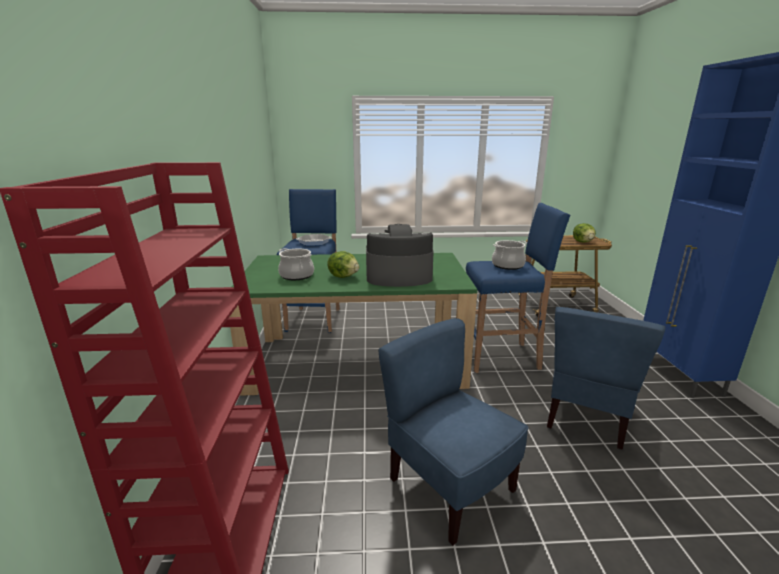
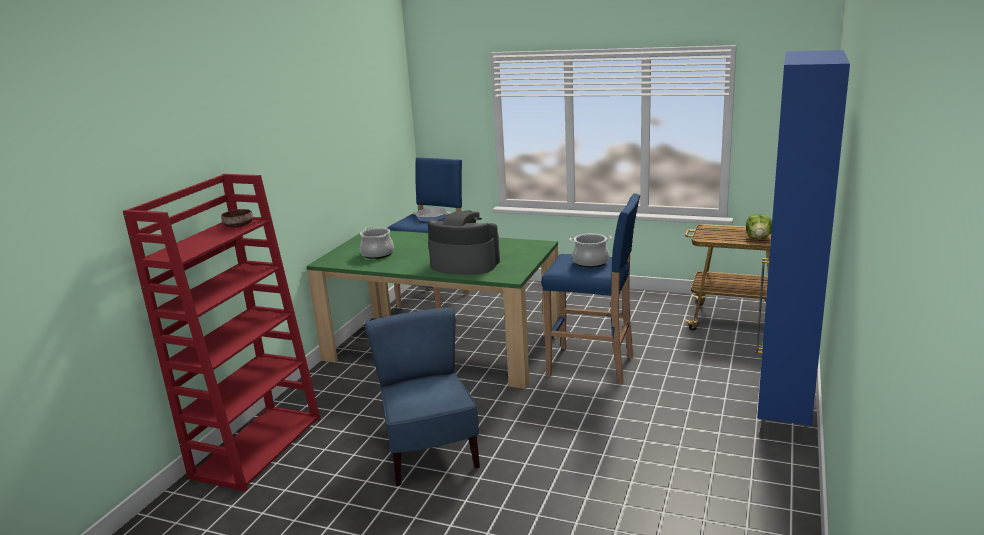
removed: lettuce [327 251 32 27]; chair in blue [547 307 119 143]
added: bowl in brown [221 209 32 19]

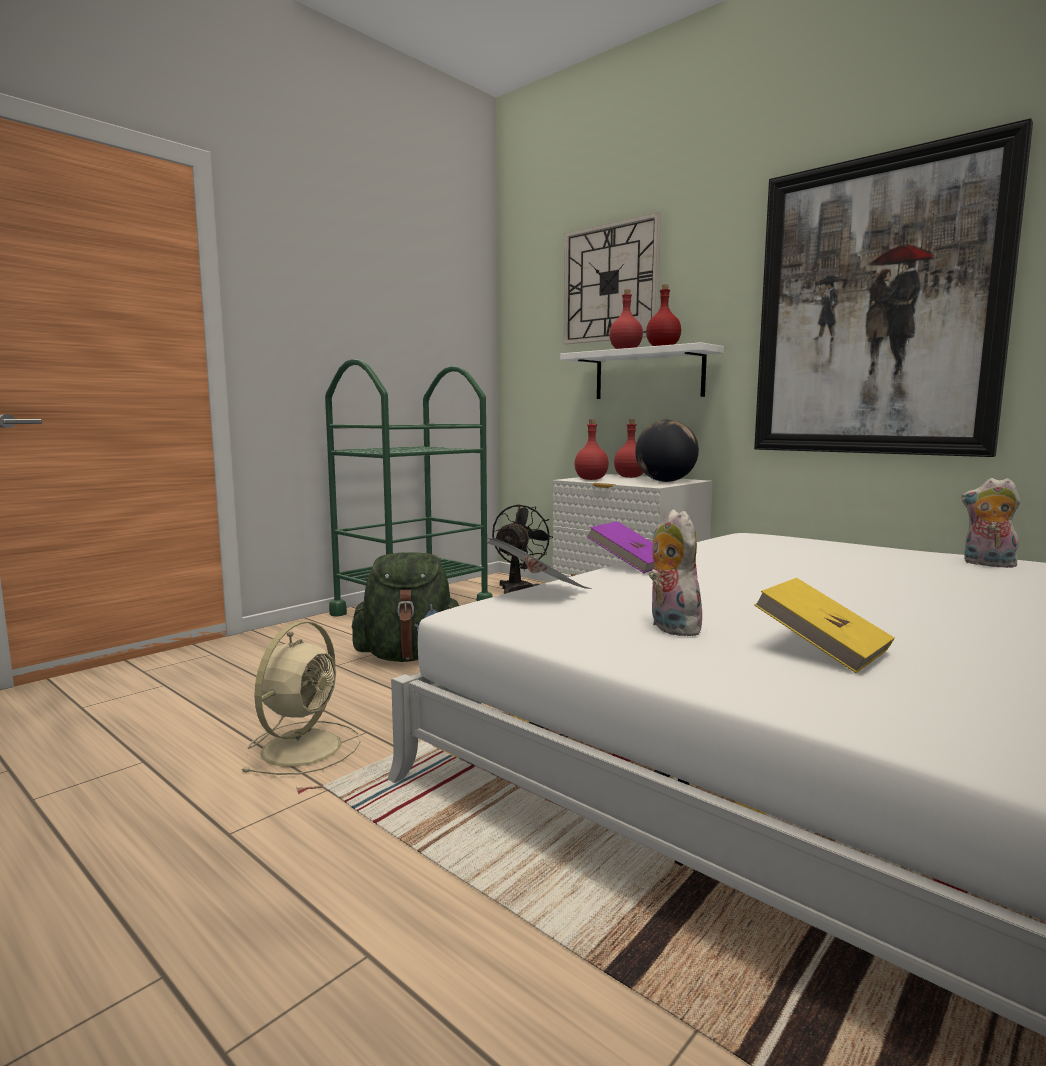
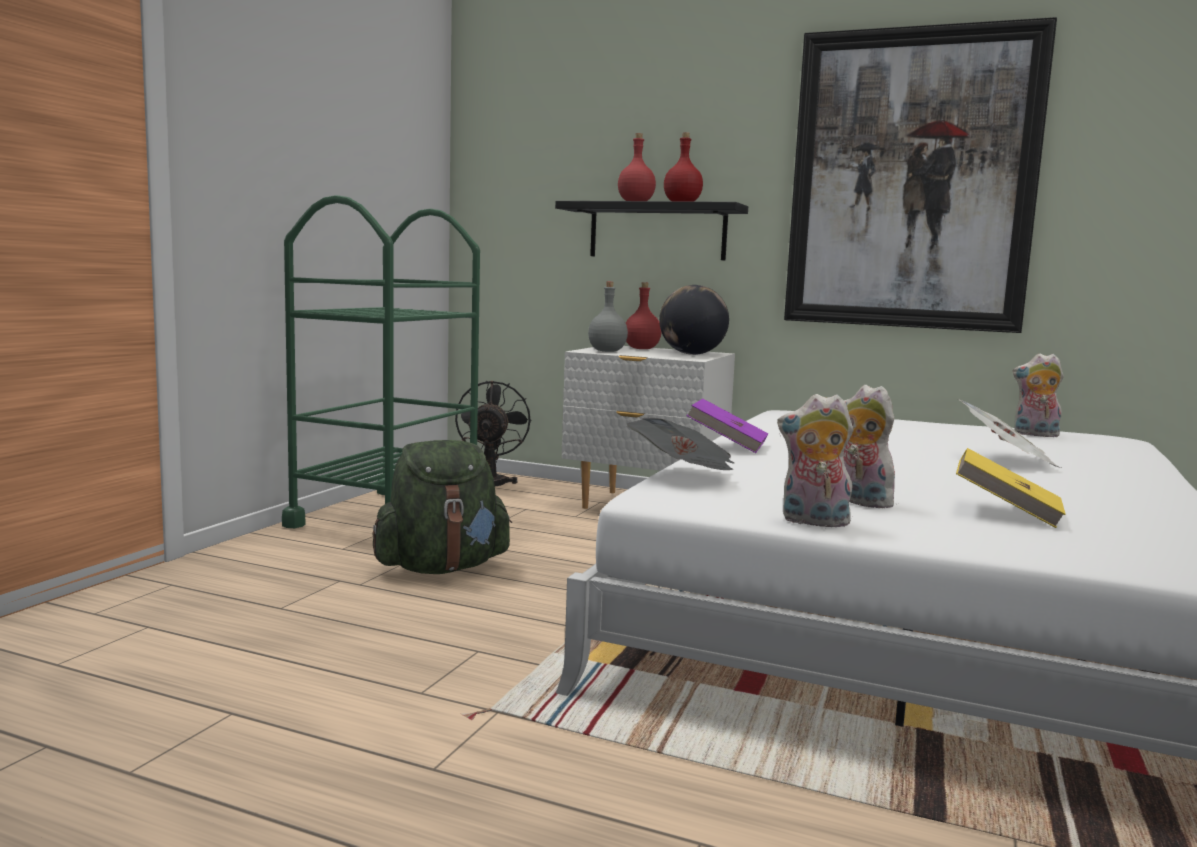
removed: fan in beige [241 621 120 154]; wall clock [563 212 98 132]
added: plush toy [777 394 77 135]; newspaper [958 399 103 69]
recoloured: shelf in white [560 342 164 57] to shelf in black [555 201 193 59]; bottle in red [574 419 35 61] to bottle in grey [588 282 40 70]

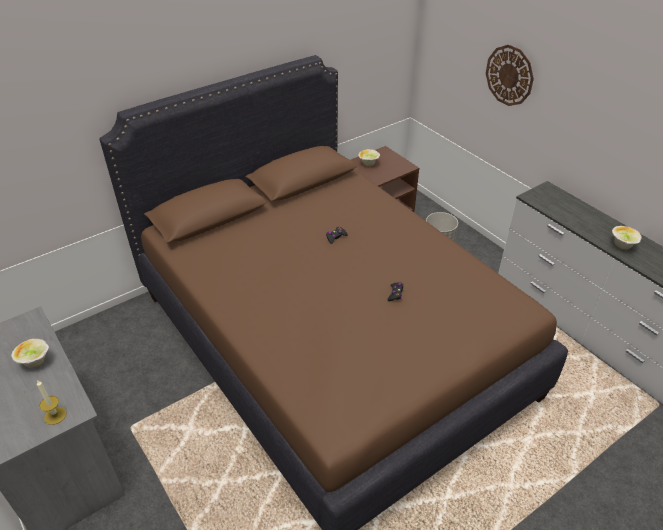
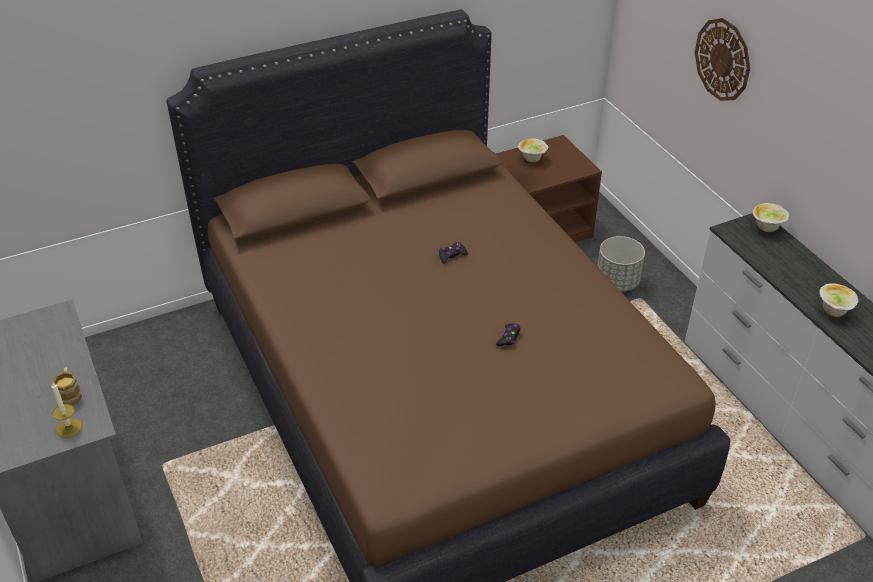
added: mug [52 367 30 38]
moved: bowl [11 339 38 29] to [752 203 37 29]

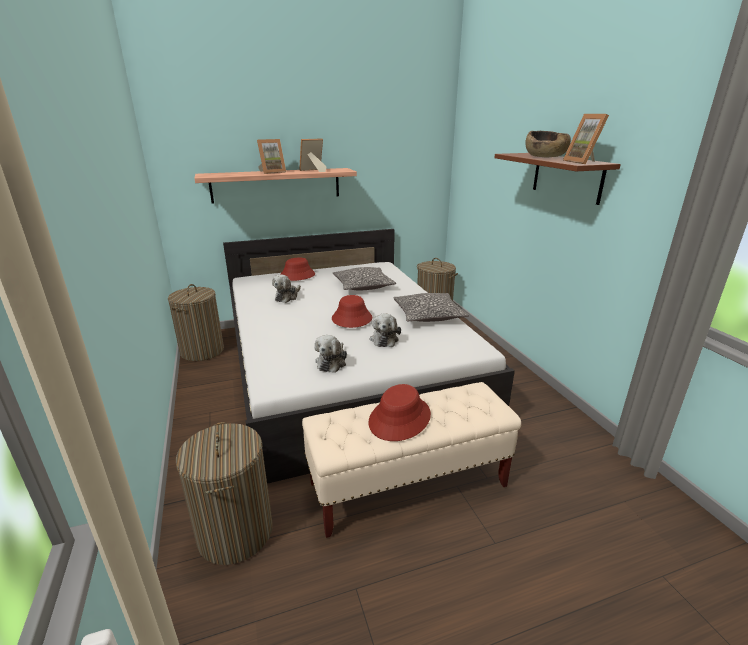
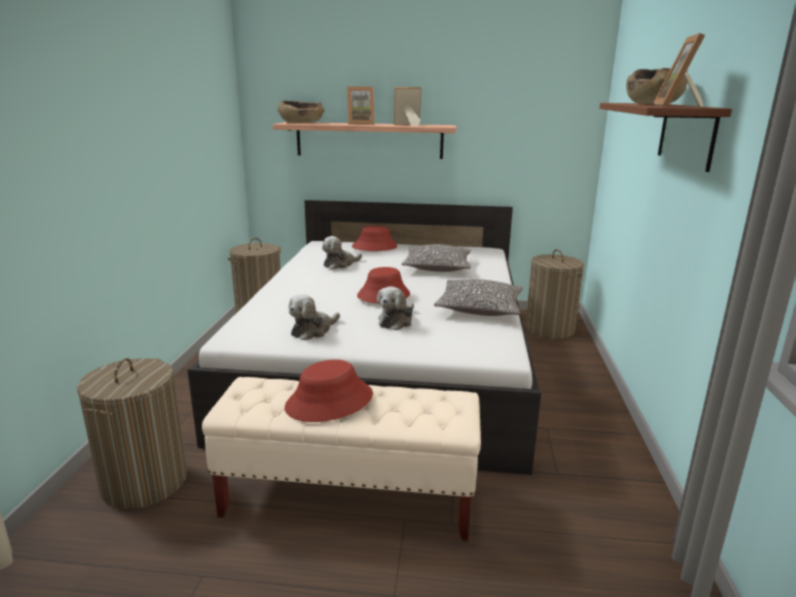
added: bowl in brown [277 101 47 22]

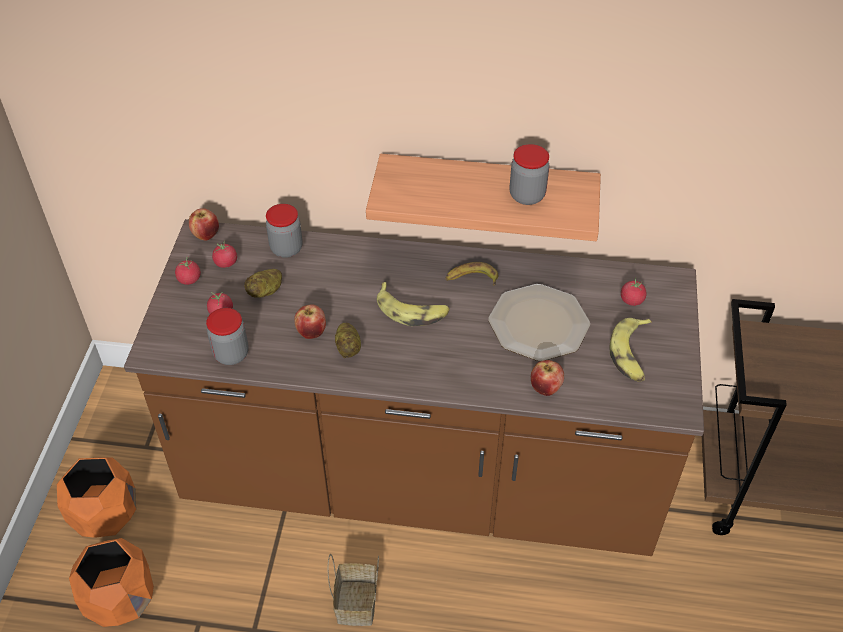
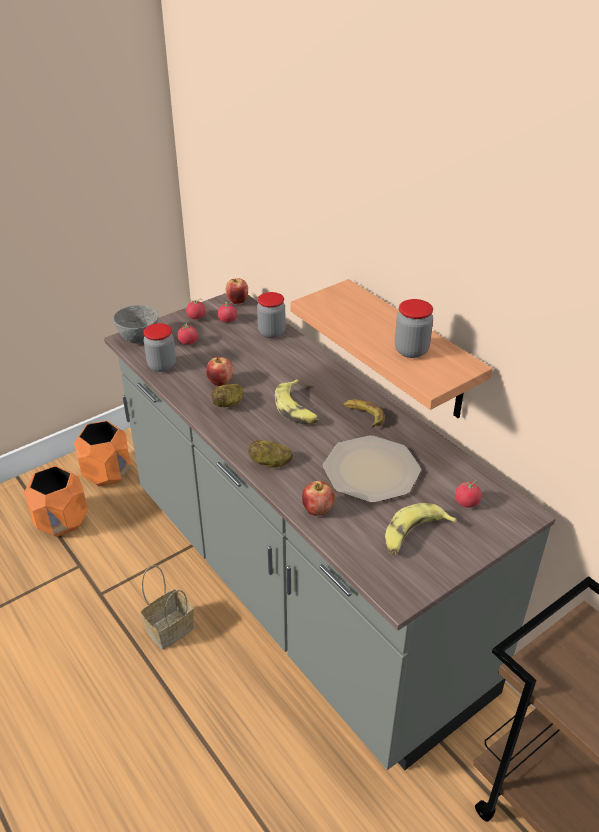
added: bowl in grey [113 305 45 39]
moved: potato [244 269 38 29] to [248 440 45 28]
recoloured: counter in brown [124 219 580 337] to counter in grey [104 293 452 477]

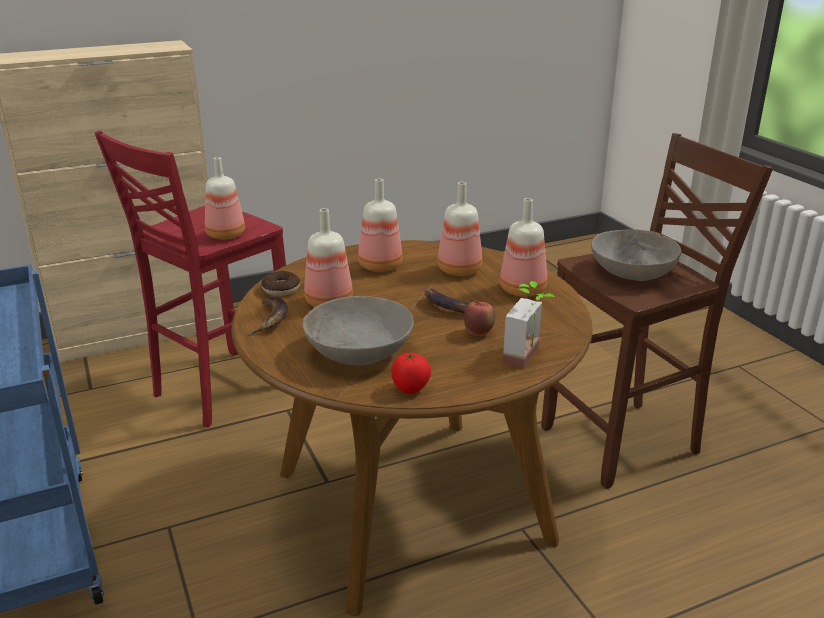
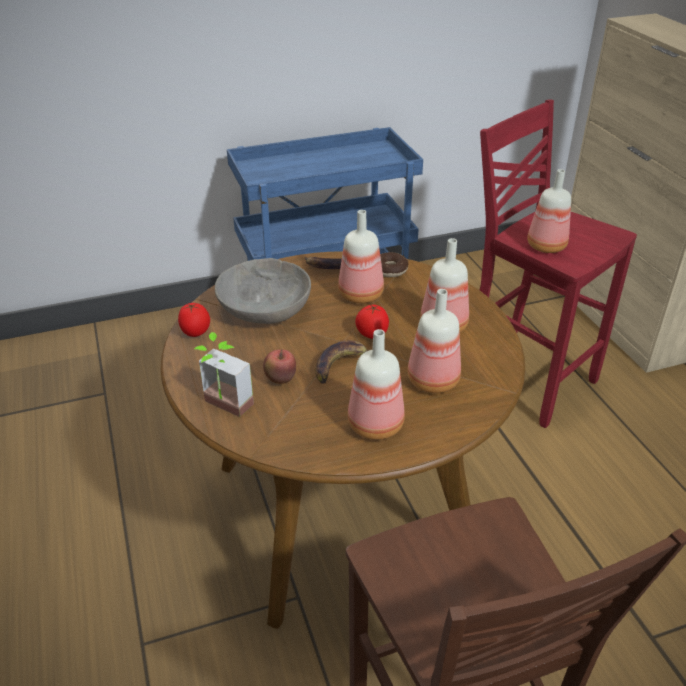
removed: bowl in grey [591 229 90 52]
added: tomato [355 305 34 34]

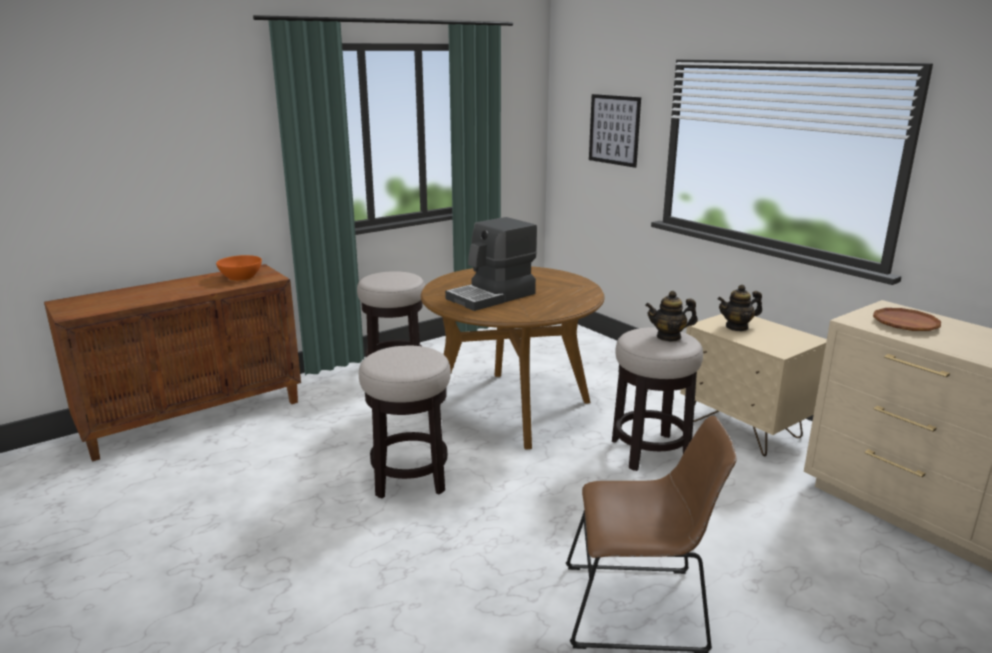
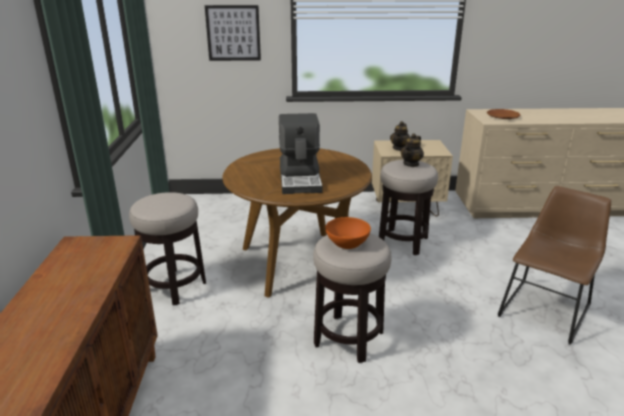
moved: bowl in orange [216 255 46 26] to [325 217 46 32]

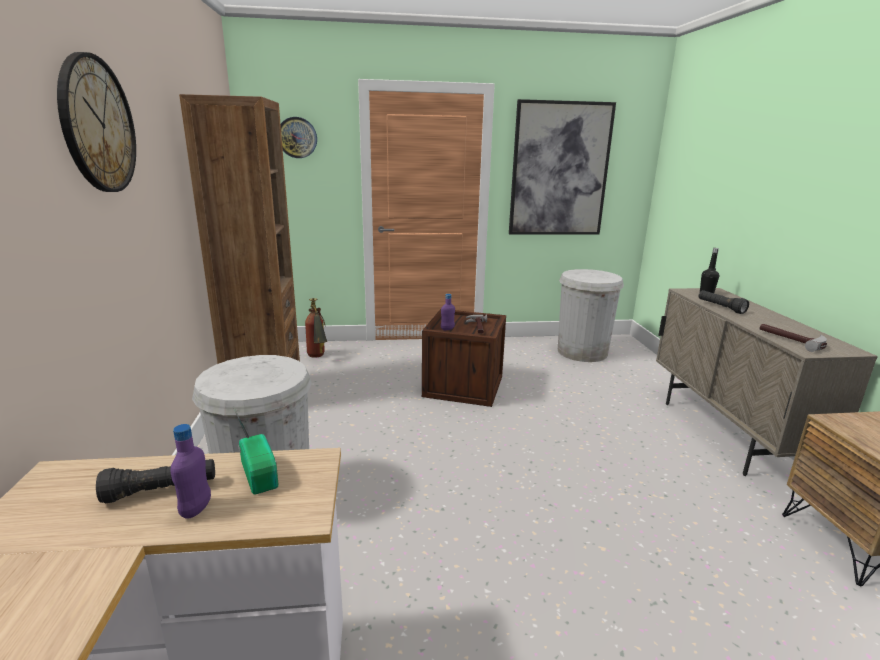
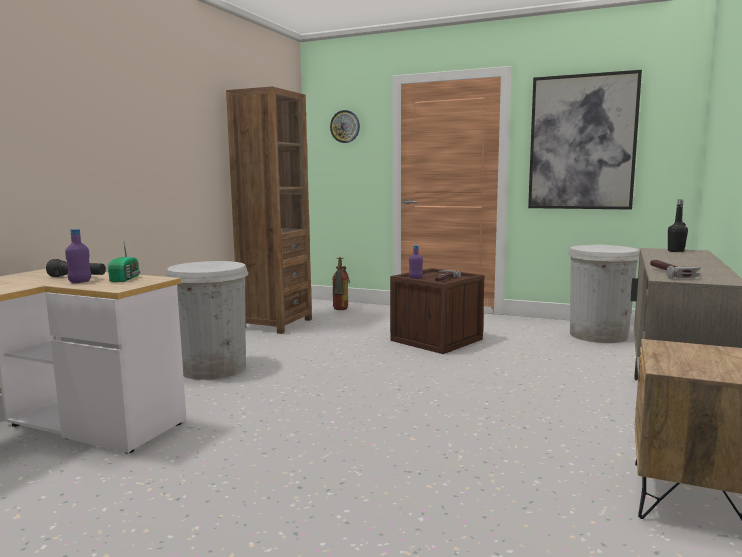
removed: wall clock [57 52 79 140]; flashlight in black [699 290 50 24]

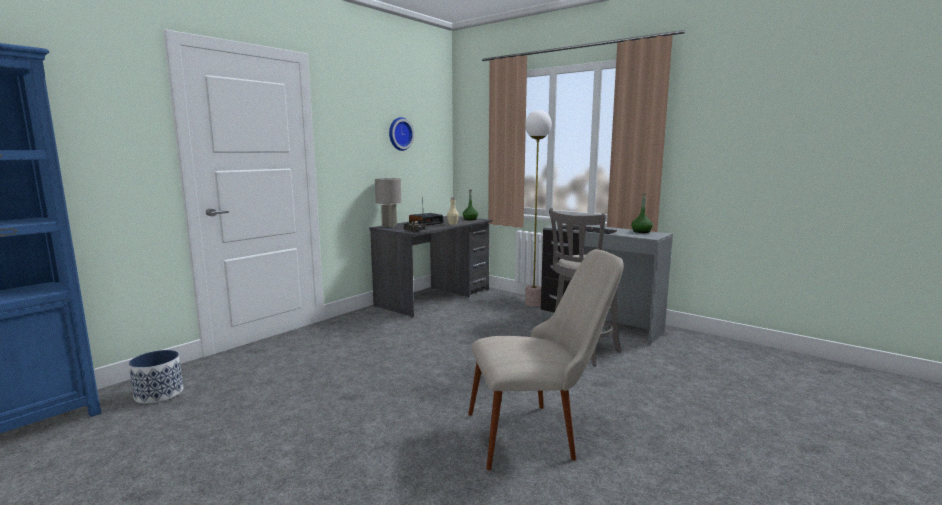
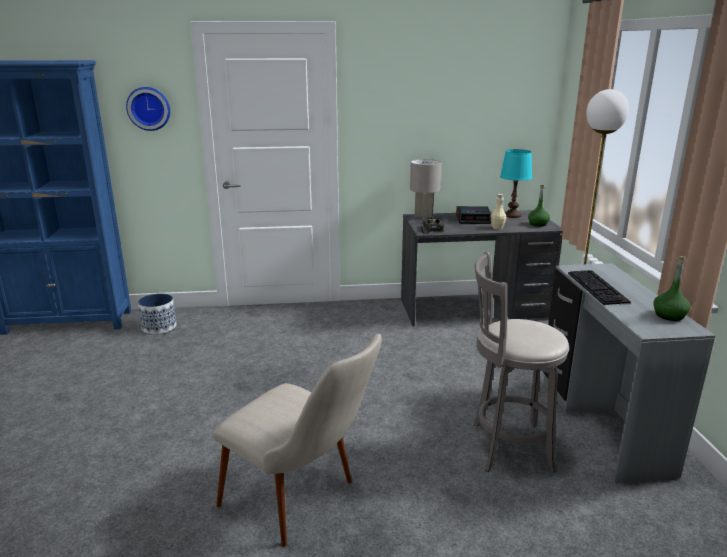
added: table lamp in turquoise [500 149 32 69]
moved: wall clock [389 117 25 34] to [126 87 44 44]

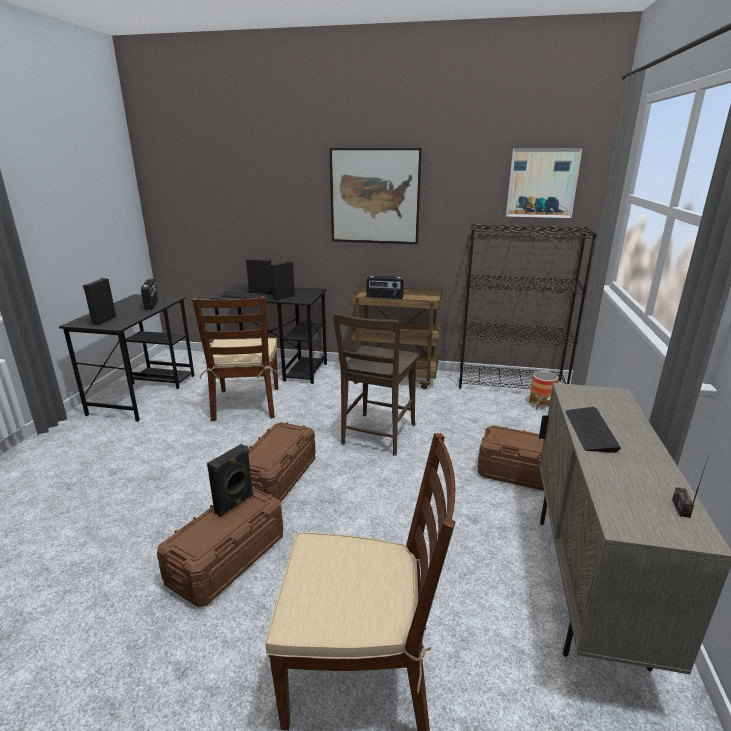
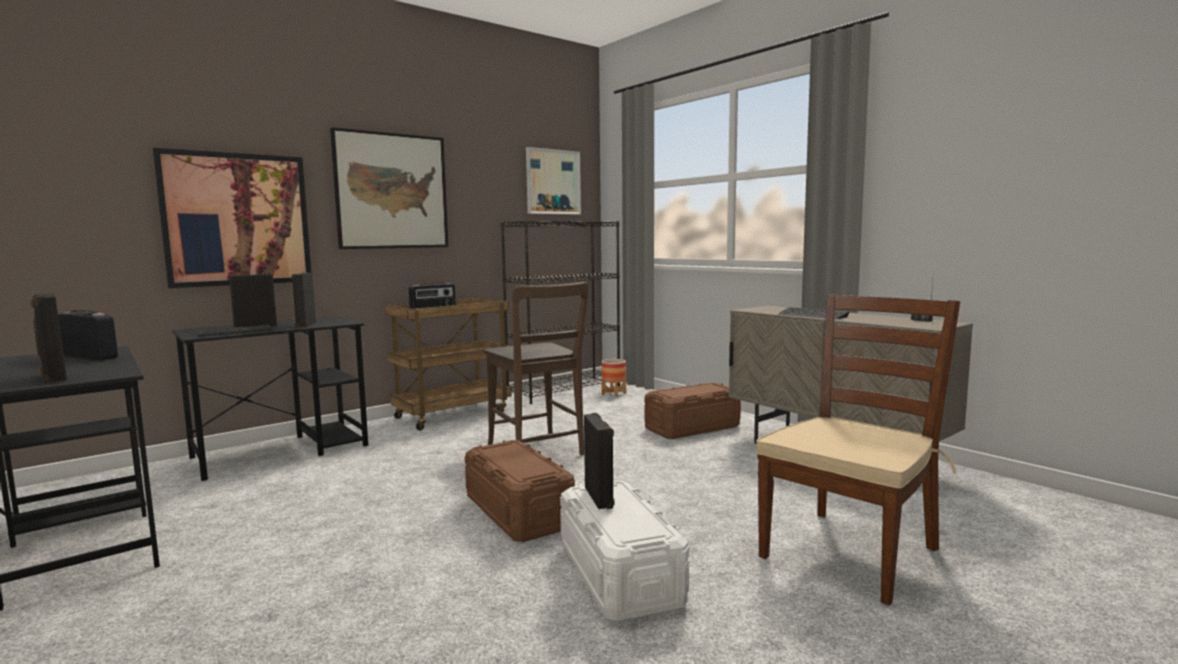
removed: chair in brown [192 296 87 125]
added: picture [153 148 158 140]
recoloured: storage box in brown [157 486 126 121] to storage box in white [560 481 129 141]

